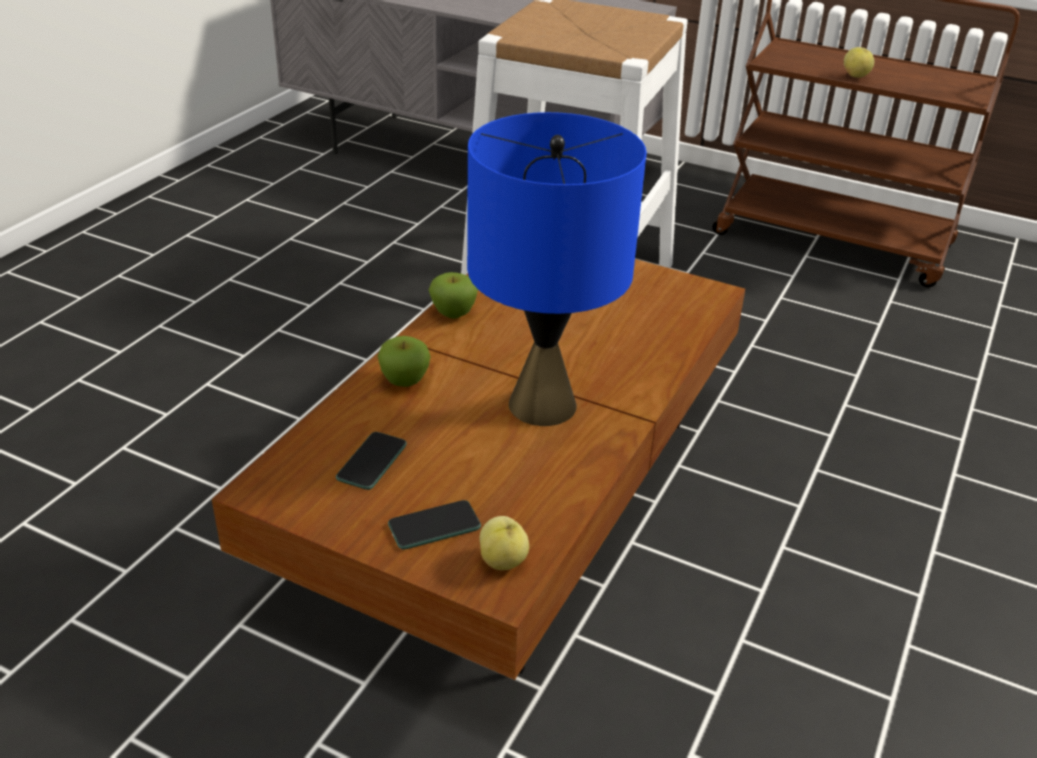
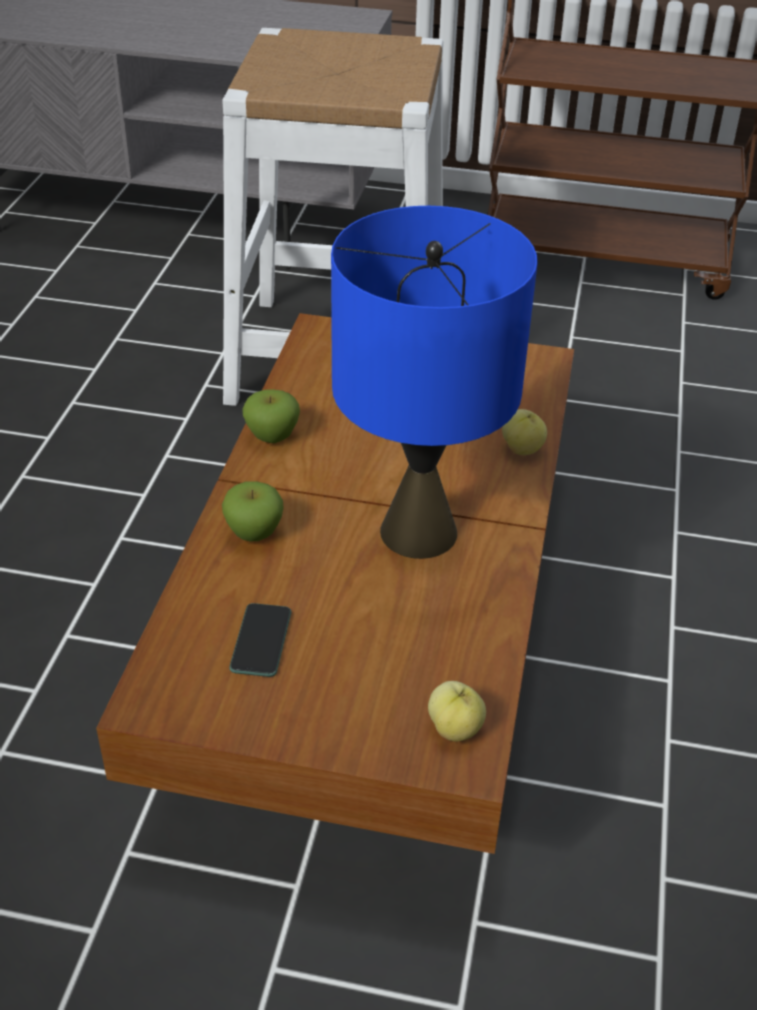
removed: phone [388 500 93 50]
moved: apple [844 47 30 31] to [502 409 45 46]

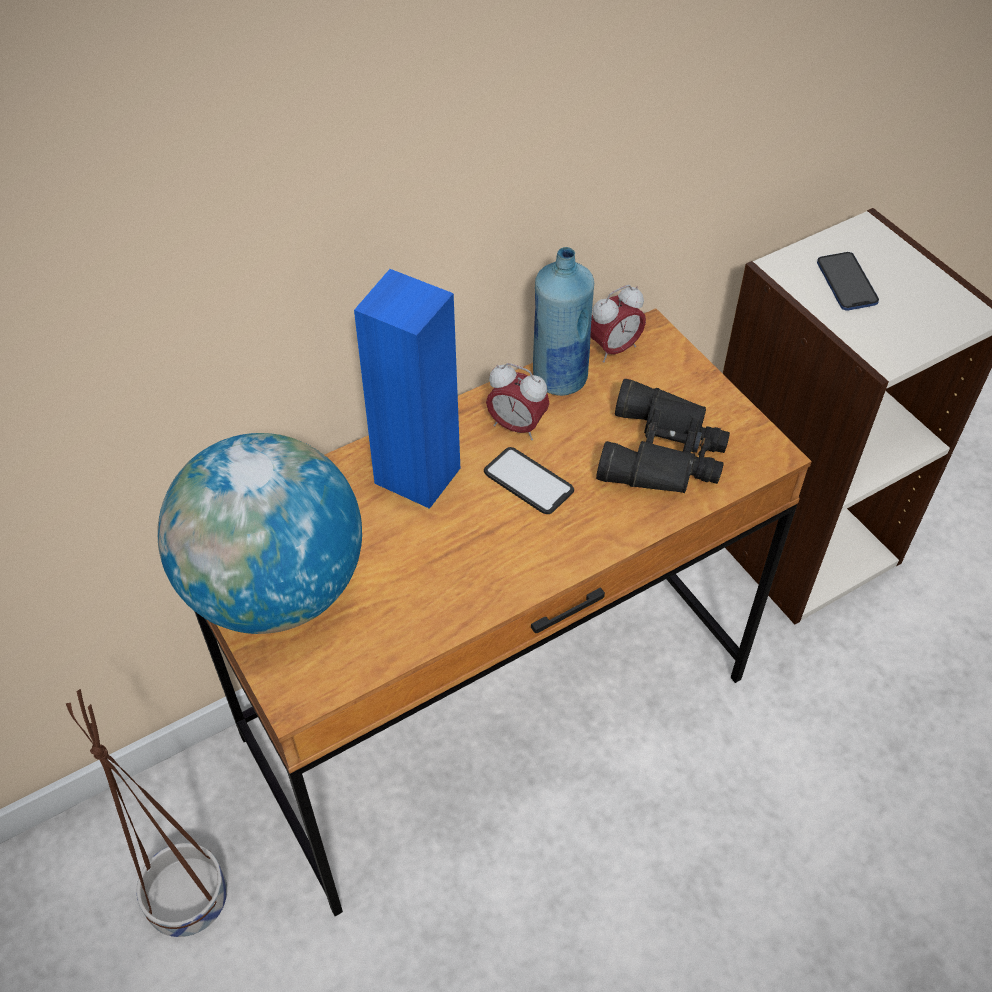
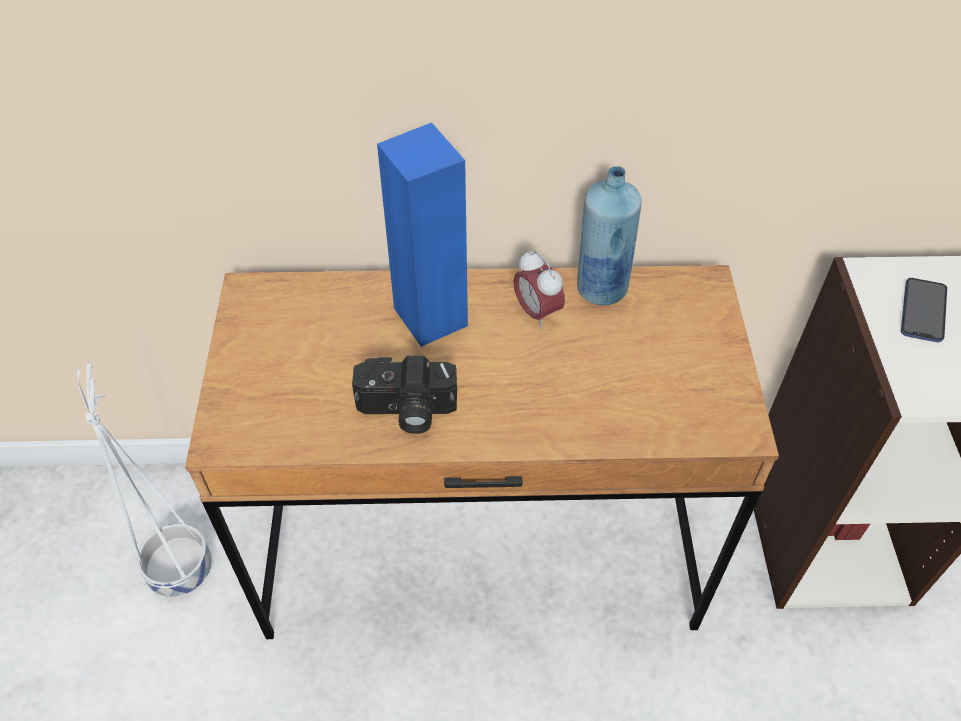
removed: globe [157 433 205 201]; phone [484 447 90 67]; alarm clock [590 285 56 78]; binoculars in black [596 379 134 114]
added: photo camera [352 355 105 79]
recoloured: planter in brown [66 689 161 248] to planter in white [77 364 135 233]

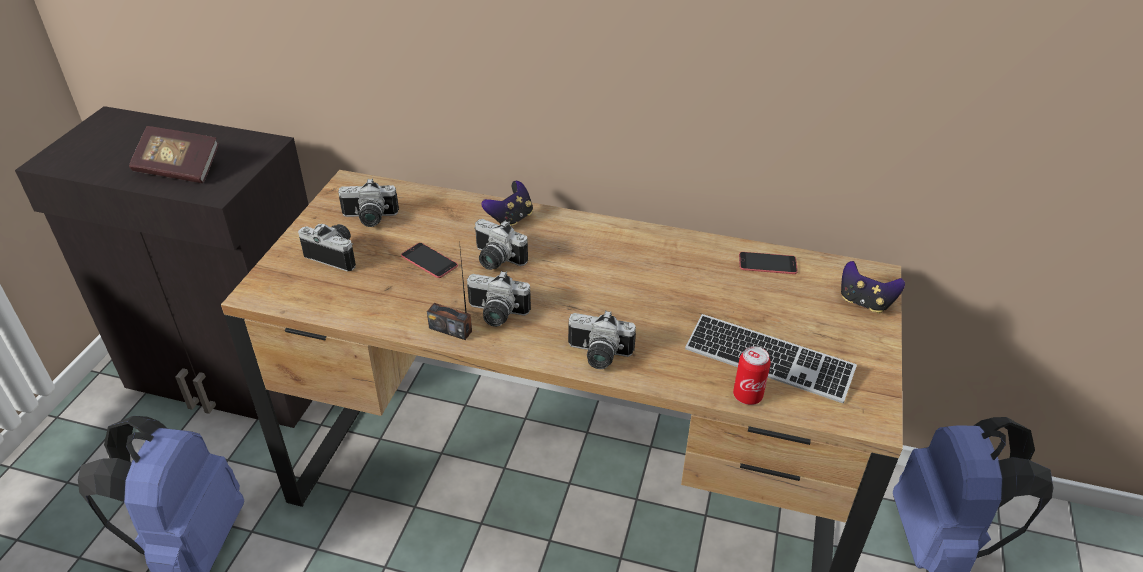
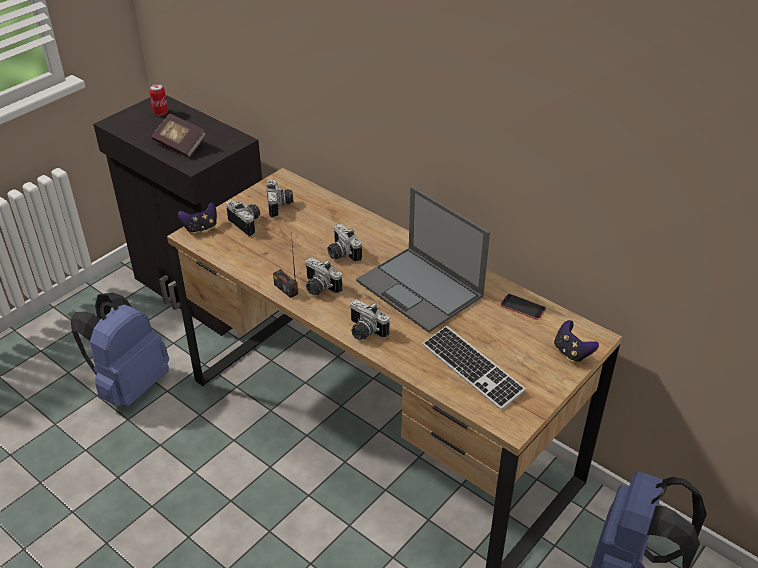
removed: phone [401 243 57 35]
added: laptop [356 186 134 147]
moved: game controller [481 181 52 45] to [178 203 39 31]; can [733 346 38 59] to [149 84 19 31]
turned: photo camera [338 178 61 49] = [266 180 27 38] 120 degrees counterclockwise

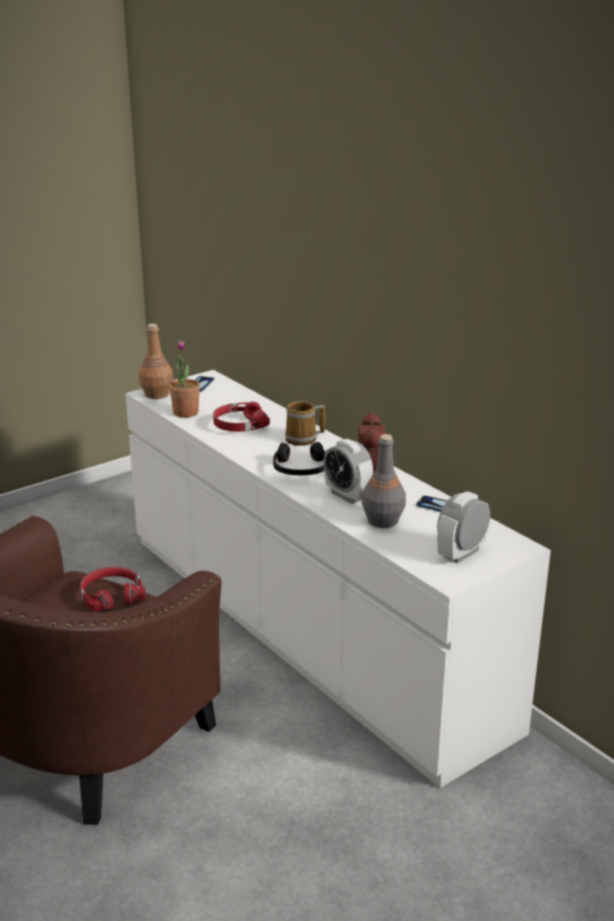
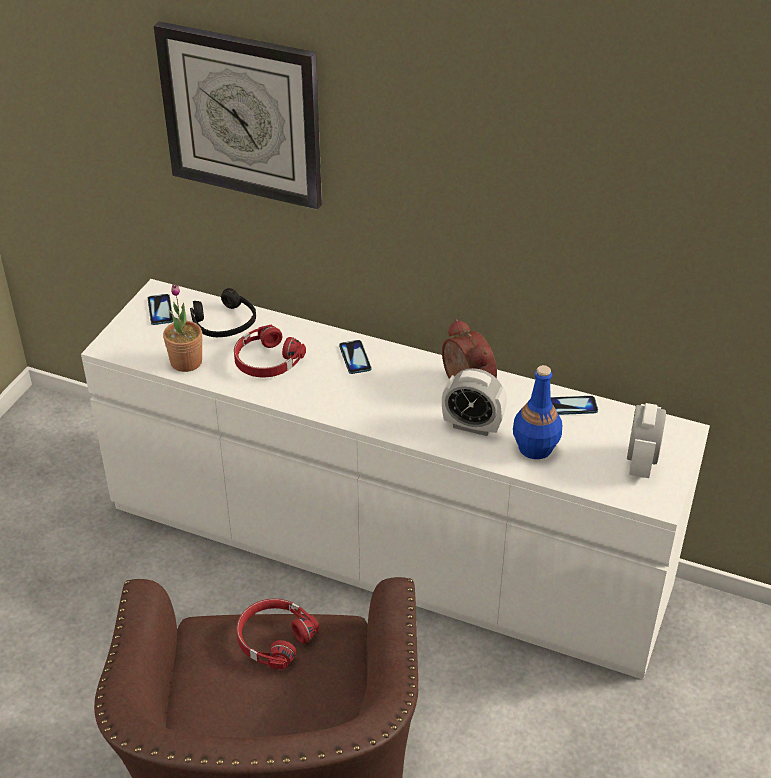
removed: bottle in brown [139 324 34 75]
added: wall clock [154 21 168 189]
moved: headphones in black [273 442 53 33] to [190 288 66 49]
replaced: mug [285 401 41 45] to phone [339 340 32 34]
recoloured: bottle in grey [362 434 44 94] to bottle in blue [513 365 49 94]

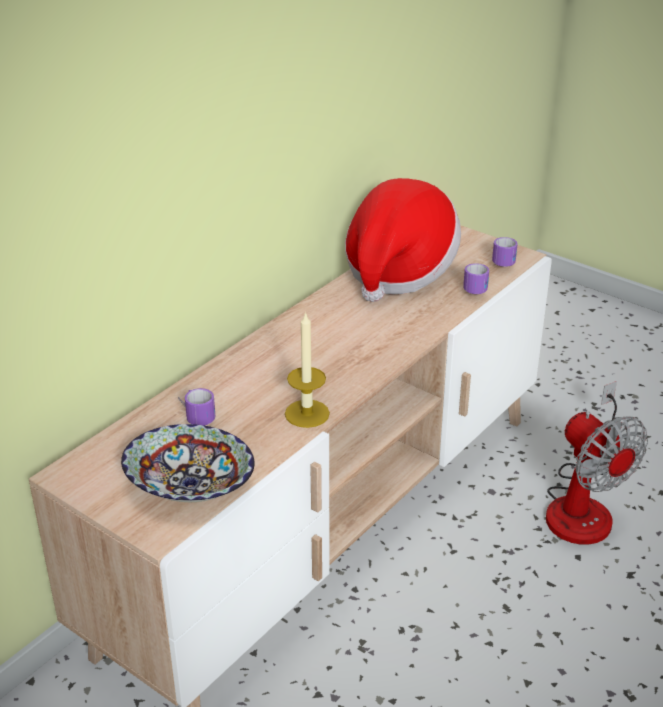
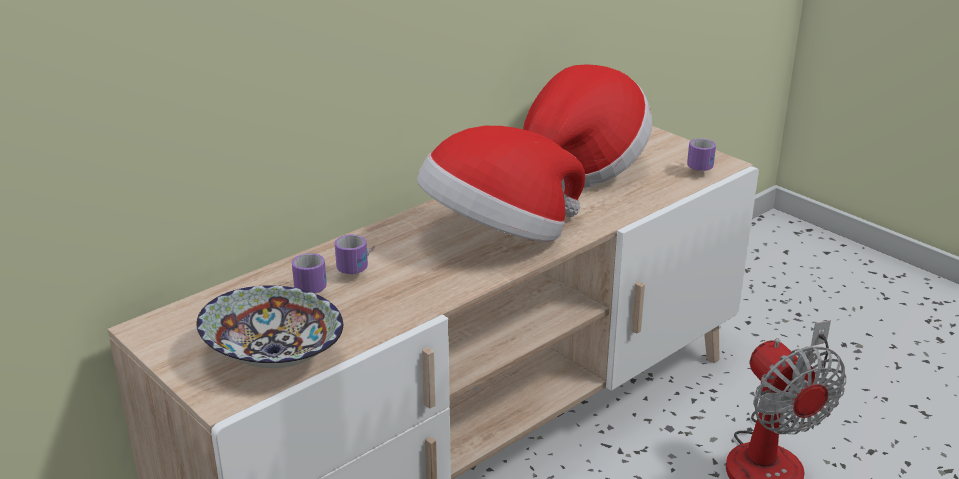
removed: candle [285 311 45 117]
added: hat [417 126 168 116]
moved: mug [463 263 26 31] to [335 234 40 40]

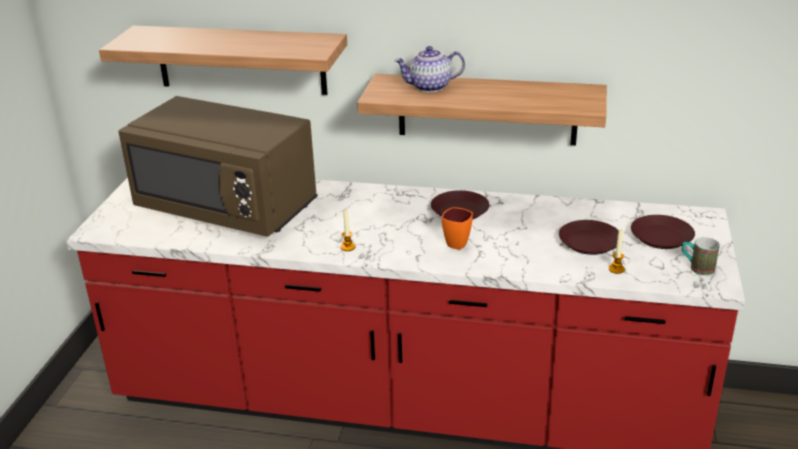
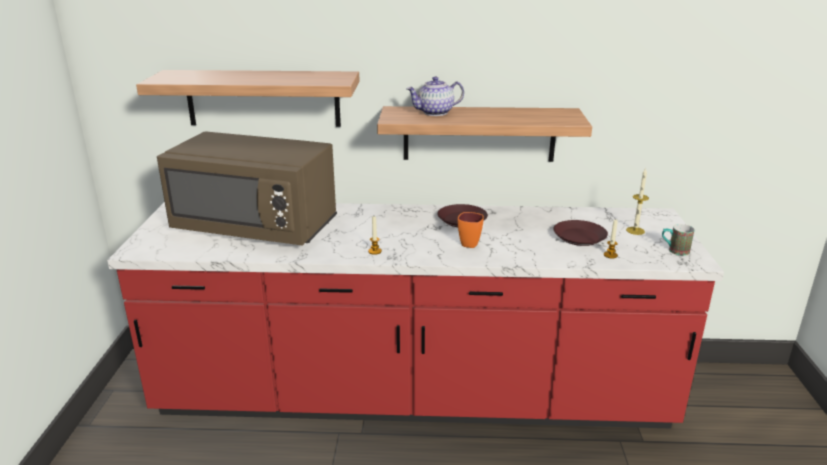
replaced: plate in brown [631 215 64 34] to candle [626 168 23 67]

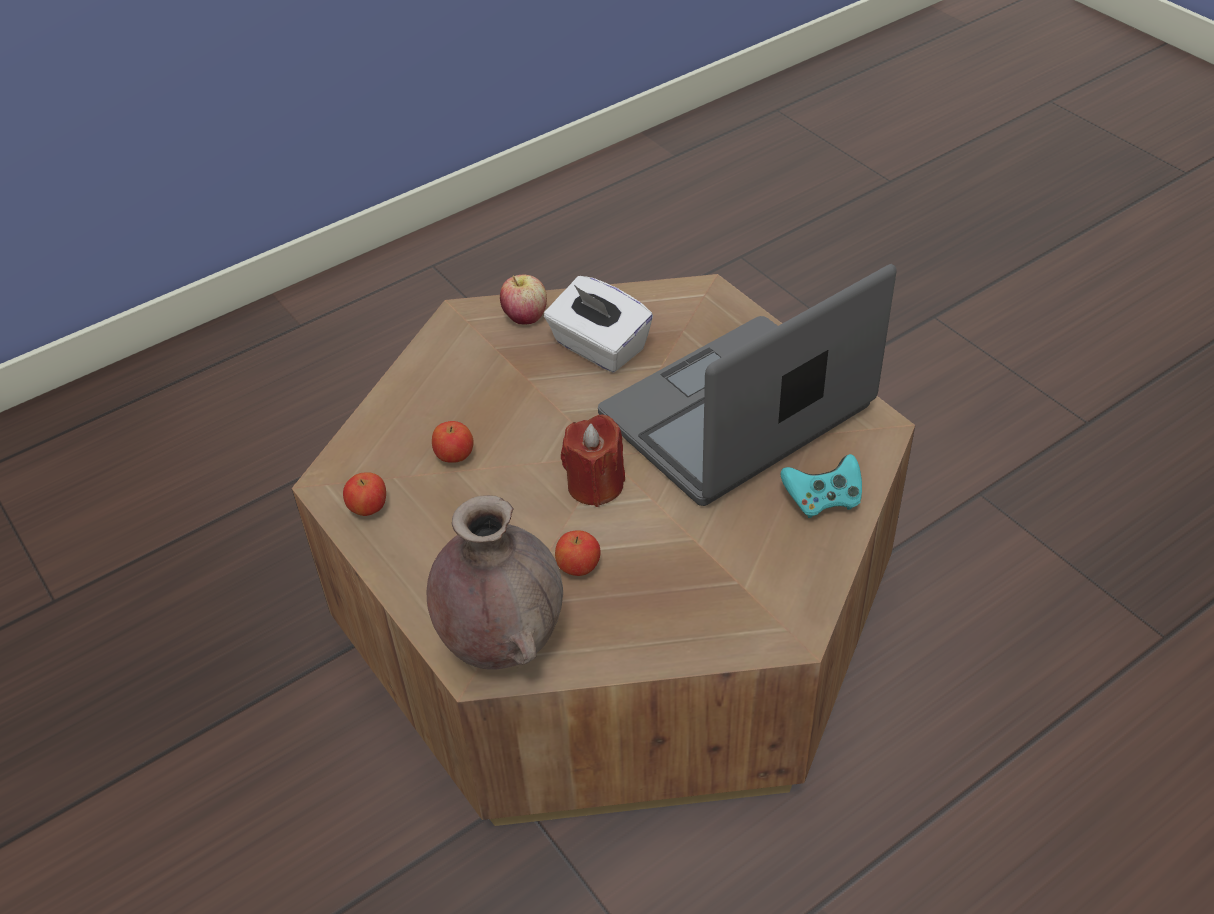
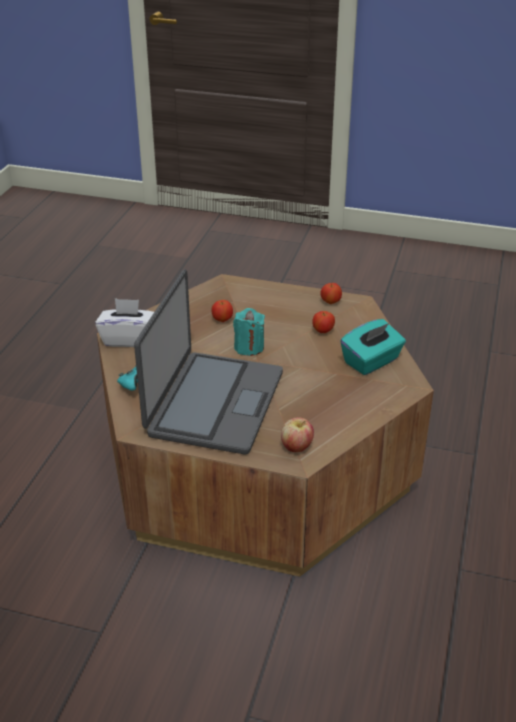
removed: vase in brown [427 495 136 174]
added: tissue box in turquoise [340 319 66 56]
moved: apple [500 275 47 50] to [281 417 33 35]; tissue box in white [544 276 109 96] to [95 298 59 49]
recoloured: candle in red [561 415 64 92] to candle in turquoise [233 308 32 48]

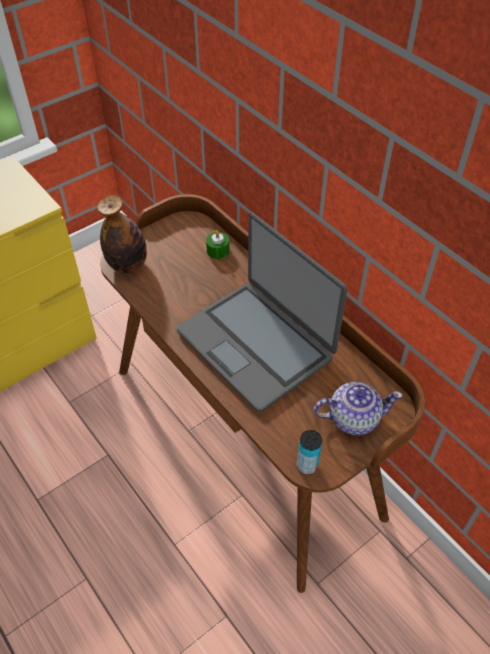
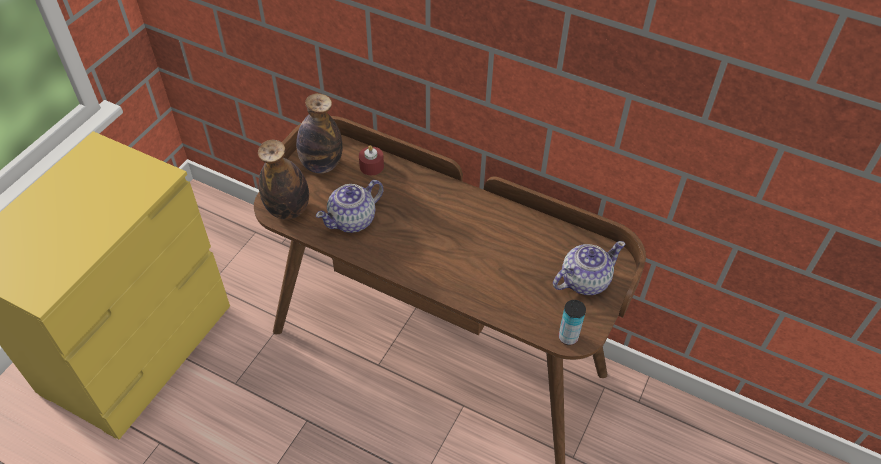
removed: laptop [177 212 170 201]
added: bottle [296 93 47 80]; teapot [316 180 68 53]
recoloured: candle in green [206 230 23 29] to candle in red [359 145 25 30]

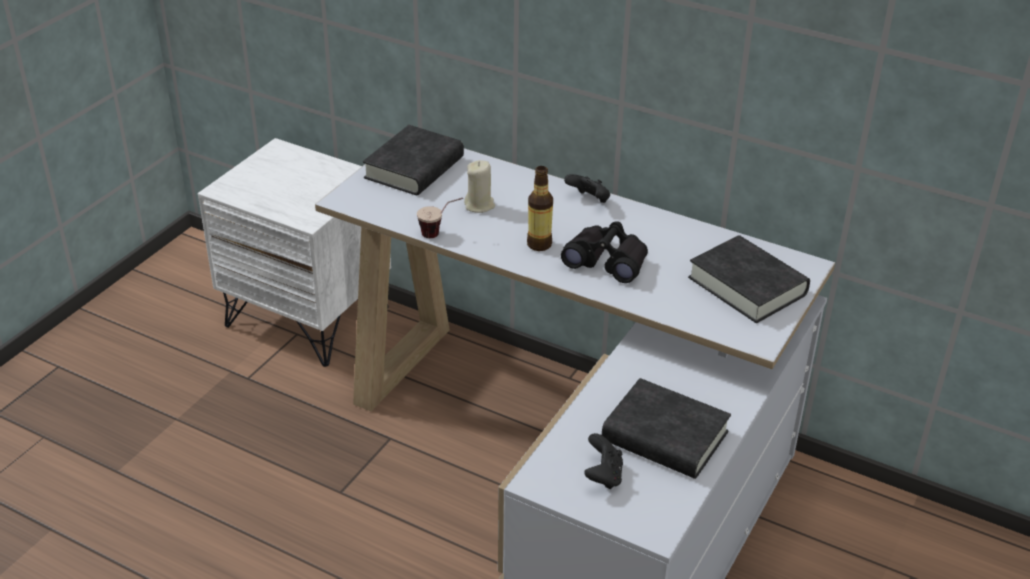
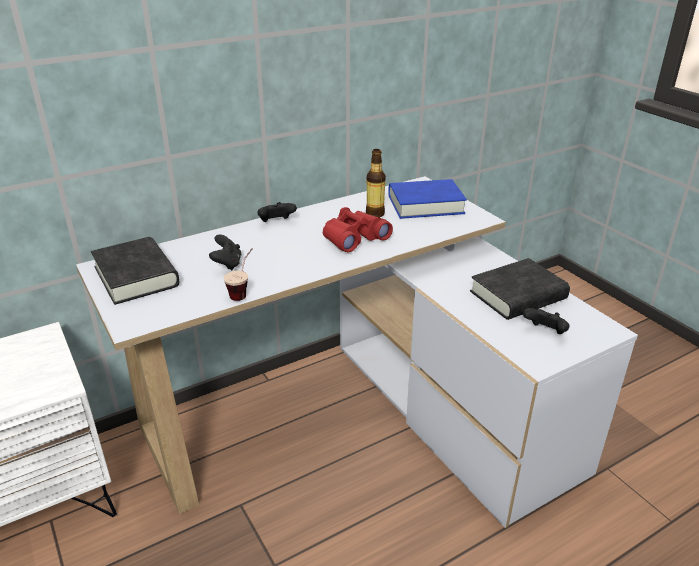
moved: bottle [527 166 26 85] to [366 149 20 69]
replaced: candle in beige [464 160 31 53] to game controller in black [209 234 33 36]
recoloured: binoculars in black [561 221 87 62] to binoculars in red [323 207 70 45]; book in black [688 235 122 88] to book in blue [388 179 79 40]

